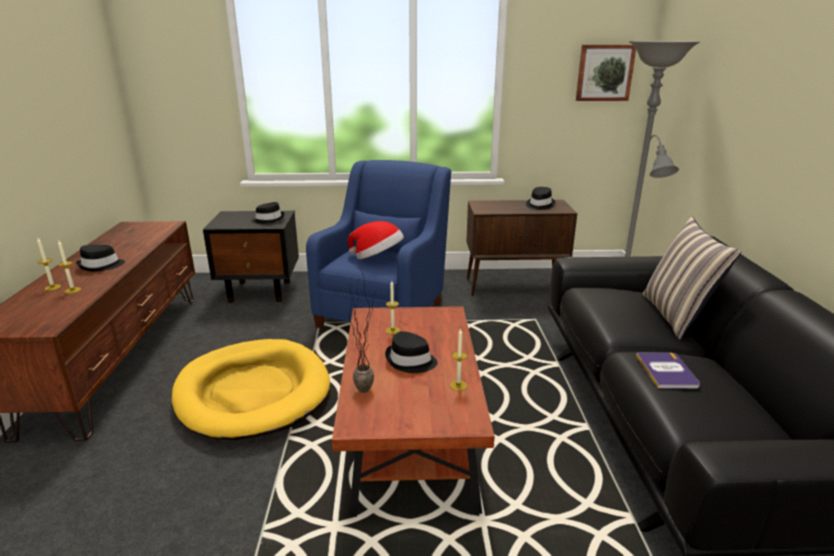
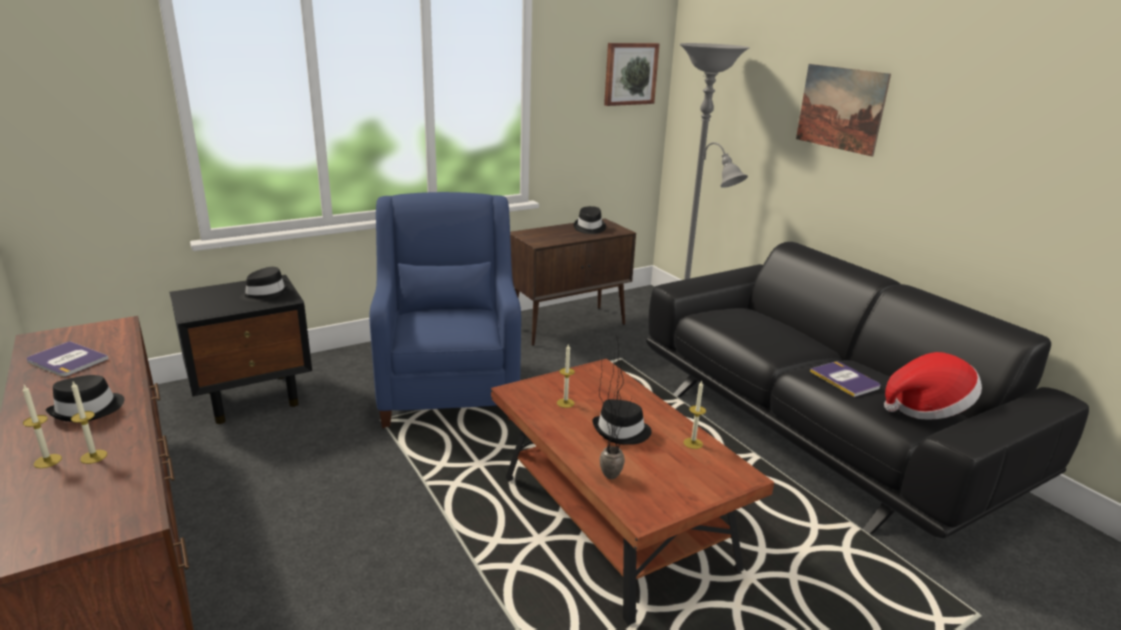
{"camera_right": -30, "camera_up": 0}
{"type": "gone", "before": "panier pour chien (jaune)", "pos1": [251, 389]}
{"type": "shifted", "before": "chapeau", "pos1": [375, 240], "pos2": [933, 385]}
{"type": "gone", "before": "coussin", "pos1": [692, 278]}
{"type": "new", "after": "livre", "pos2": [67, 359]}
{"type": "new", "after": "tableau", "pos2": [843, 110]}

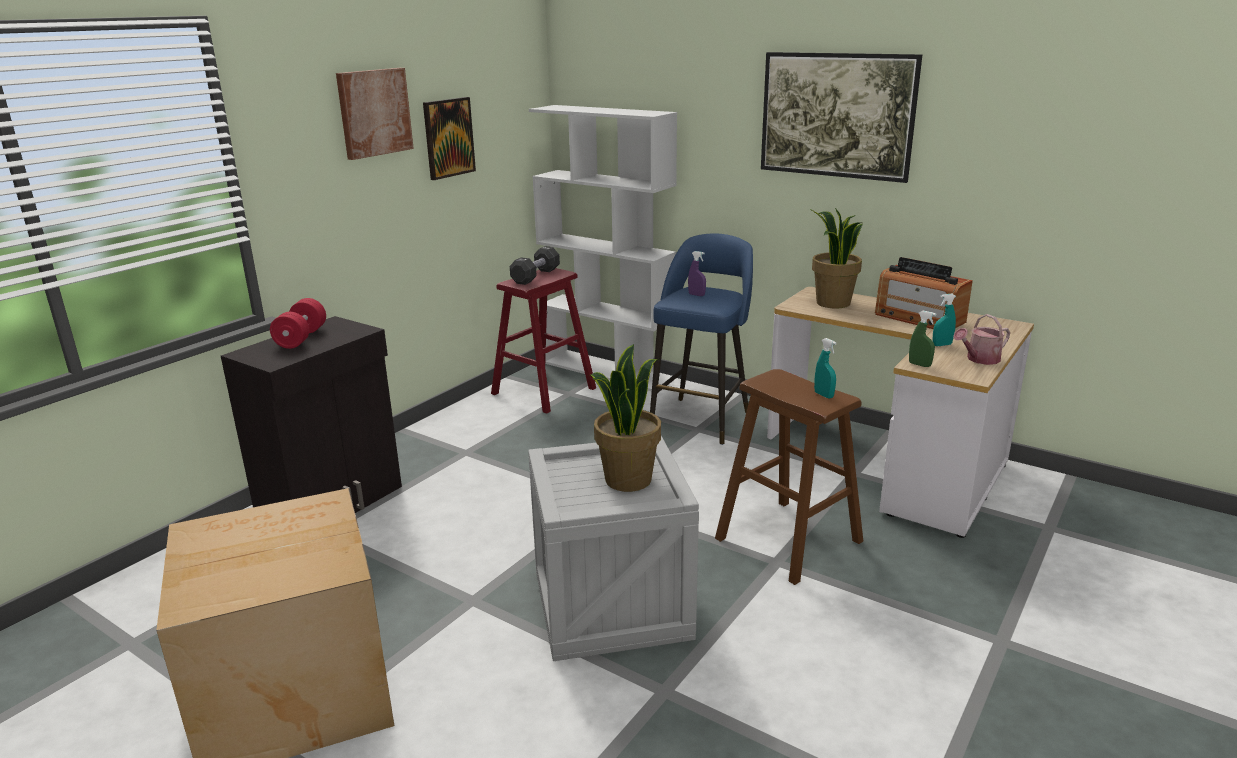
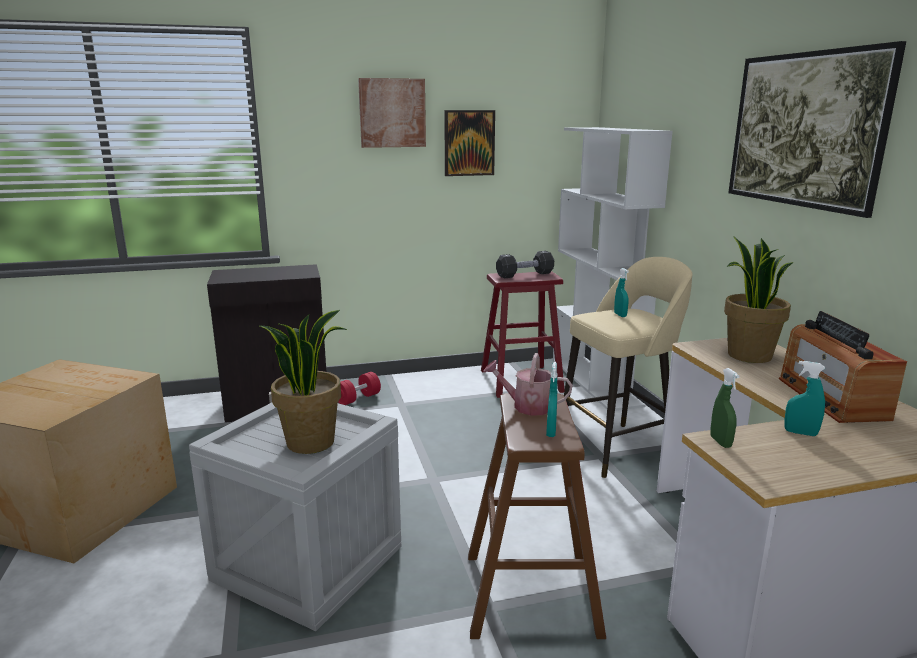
{"camera_right": 40, "camera_up": -5}
{"type": "shifted", "before": "haltère (rouge)", "pos1": [298, 323], "pos2": [359, 388]}
{"type": "repainted", "before": "tabouret (bleu)", "after": "tabouret (beige)", "pos1": [701, 339], "pos2": [628, 367]}
{"type": "repainted", "before": "vaporisateur (violet)", "after": "vaporisateur (turquoise)", "pos1": [697, 273], "pos2": [621, 292]}
{"type": "shifted", "before": "arrosoir", "pos1": [981, 339], "pos2": [528, 384]}

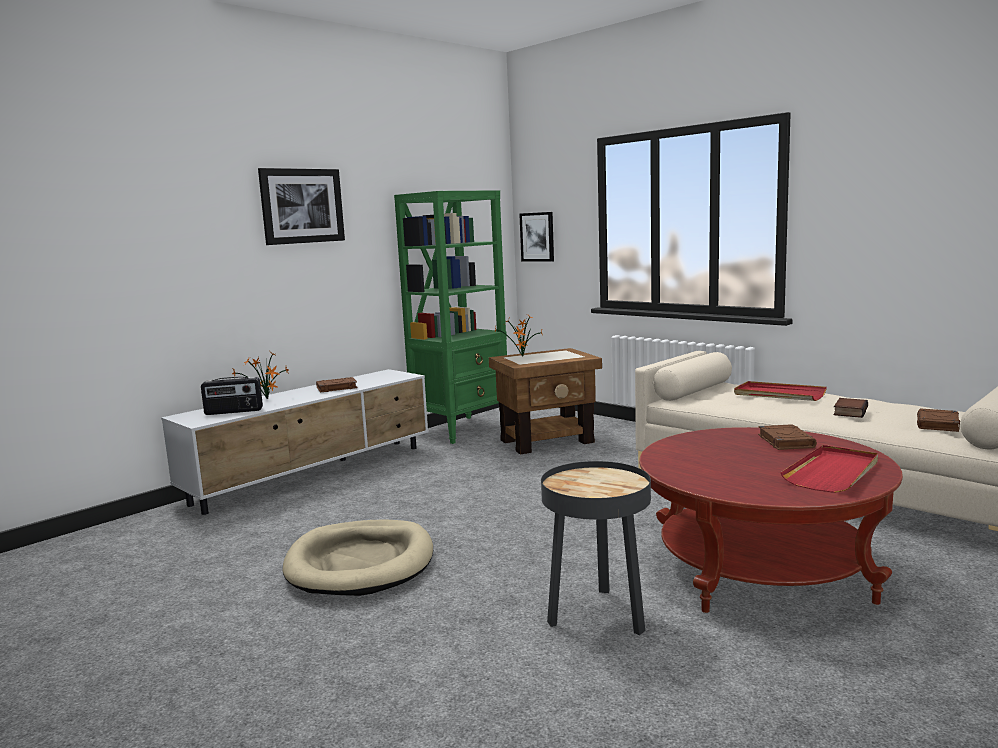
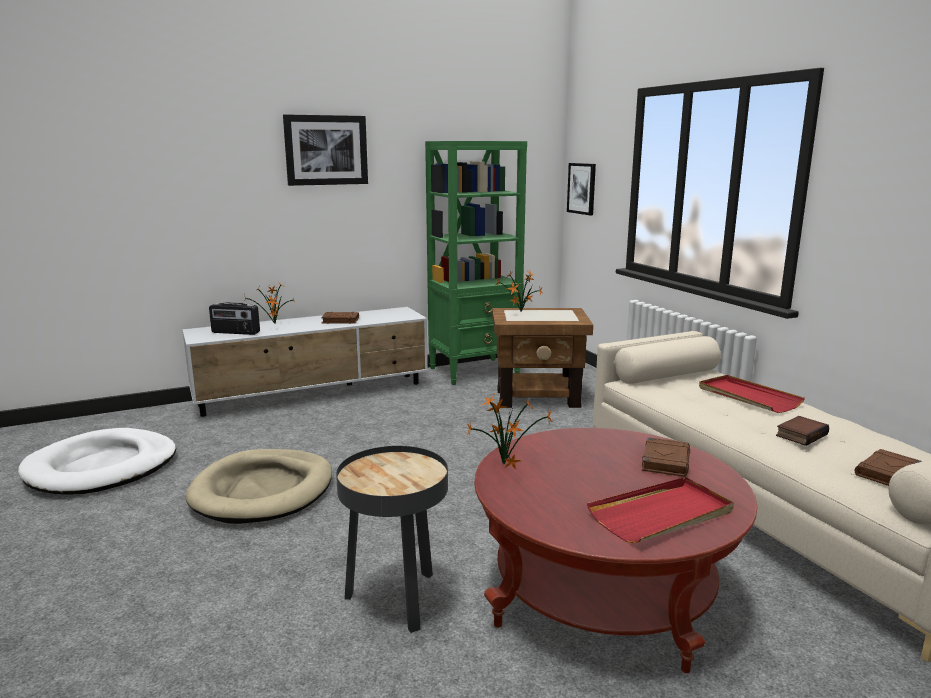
{"camera_right": 20, "camera_up": 5}
{"type": "new", "after": "panier pour chien (blanc)", "pos2": [97, 461]}
{"type": "new", "after": "plante en pot", "pos2": [509, 432]}

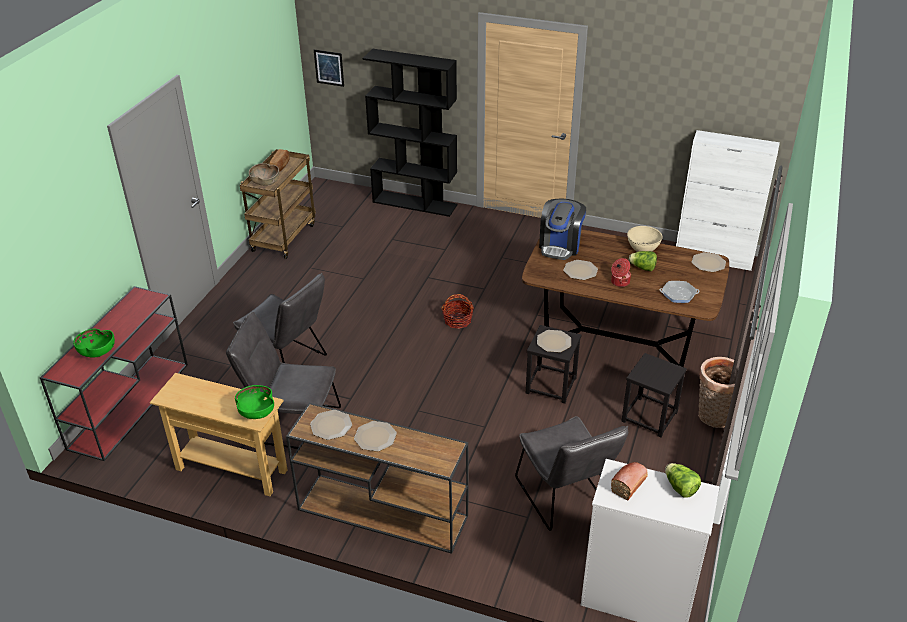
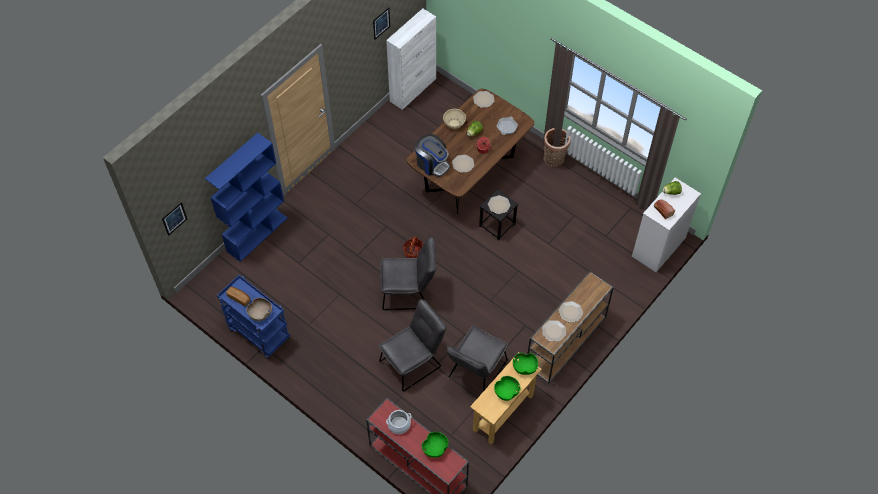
{"camera_right": -70, "camera_up": 20}
{"type": "repainted", "before": "chariot (marron)", "after": "chariot (bleu)", "pos1": [278, 204], "pos2": [253, 317]}
{"type": "repainted", "before": "bibliothèque (noir)", "after": "bibliothèque (bleu)", "pos1": [410, 133], "pos2": [246, 197]}
{"type": "shifted", "before": "chaise (gris)", "pos1": [571, 473], "pos2": [408, 273]}
{"type": "gone", "before": "tabouret (noir)", "pos1": [654, 395]}
{"type": "new", "after": "tableau", "pos2": [381, 23]}
{"type": "new", "after": "marmite", "pos2": [399, 422]}
{"type": "new", "after": "bol (vert)", "pos2": [507, 388]}

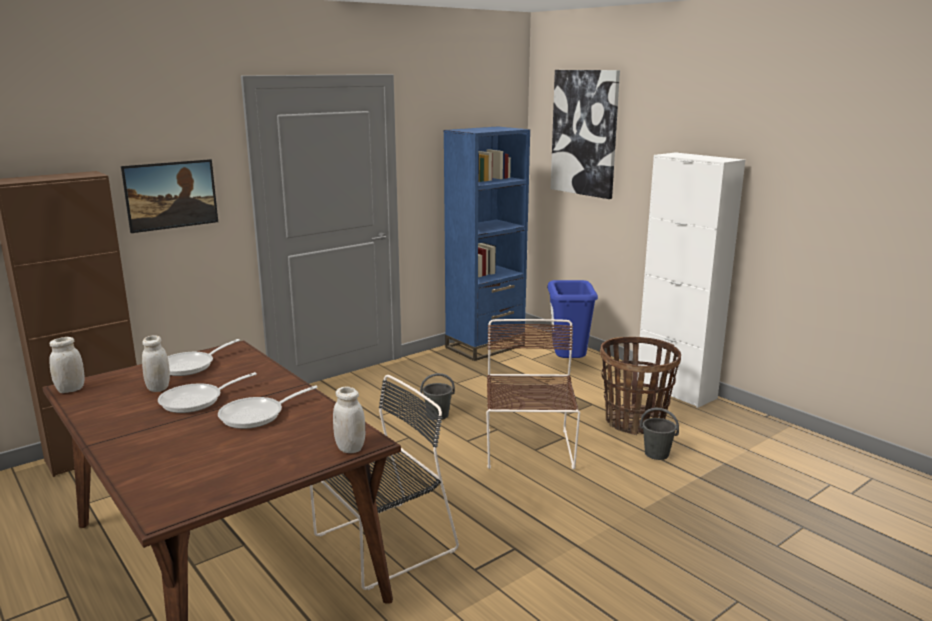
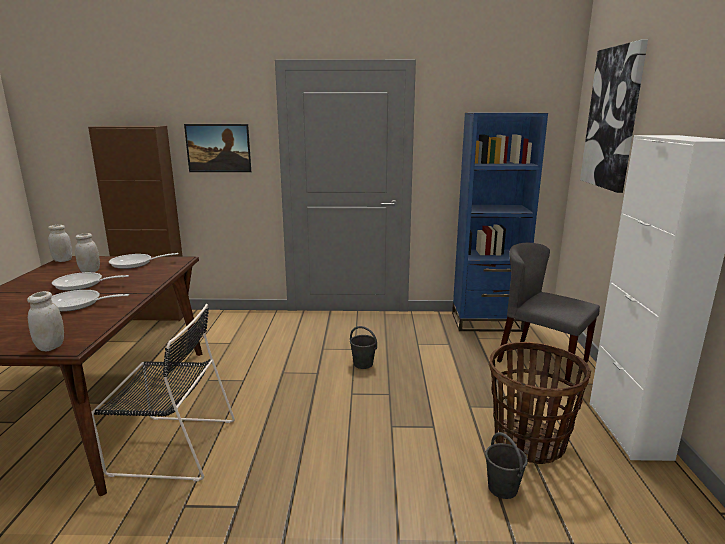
{"camera_right": 40, "camera_up": 0}
{"type": "gone", "before": "chaise (marron)", "pos1": [533, 394]}
{"type": "swapped", "before": "poubelle (bleu)", "after": "chaise (gris)", "pos1": [572, 319], "pos2": [548, 313]}

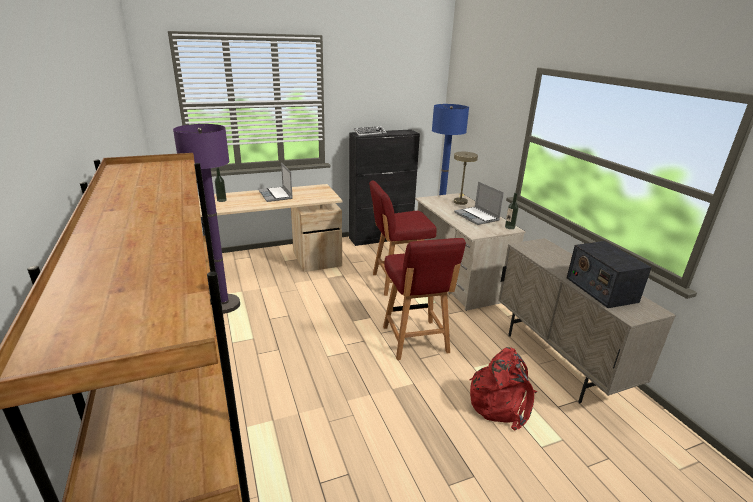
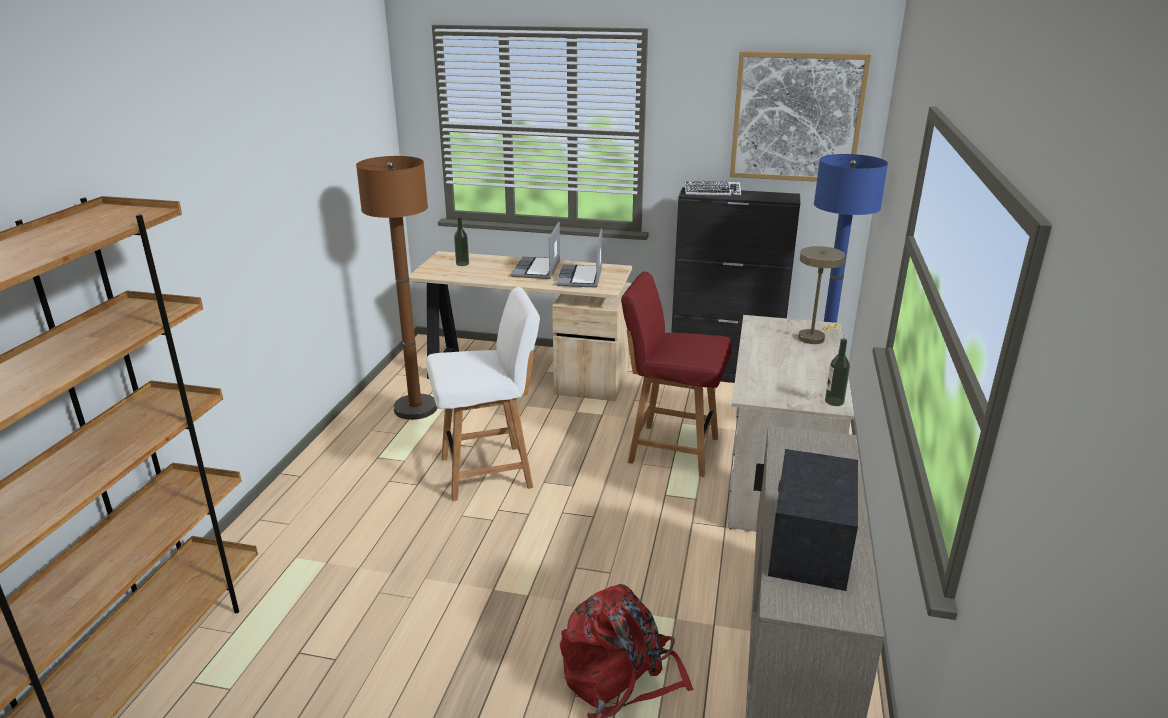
{"camera_right": 35, "camera_up": 0}
{"type": "repainted", "before": "lampadaire (violet)", "after": "lampadaire (marron)", "pos1": [206, 219], "pos2": [396, 288]}
{"type": "gone", "before": "chaise (rouge)", "pos1": [424, 299]}
{"type": "shifted", "before": "ordinateur portable", "pos1": [479, 203], "pos2": [579, 258]}
{"type": "new", "after": "chaise (blanc)", "pos2": [483, 394]}
{"type": "new", "after": "tableau", "pos2": [800, 116]}

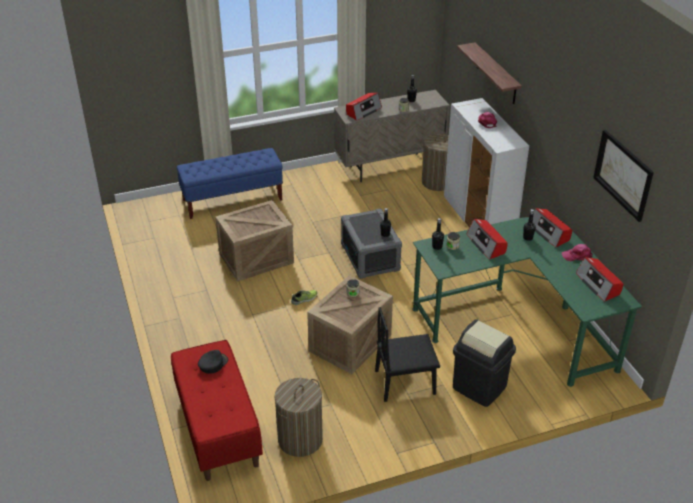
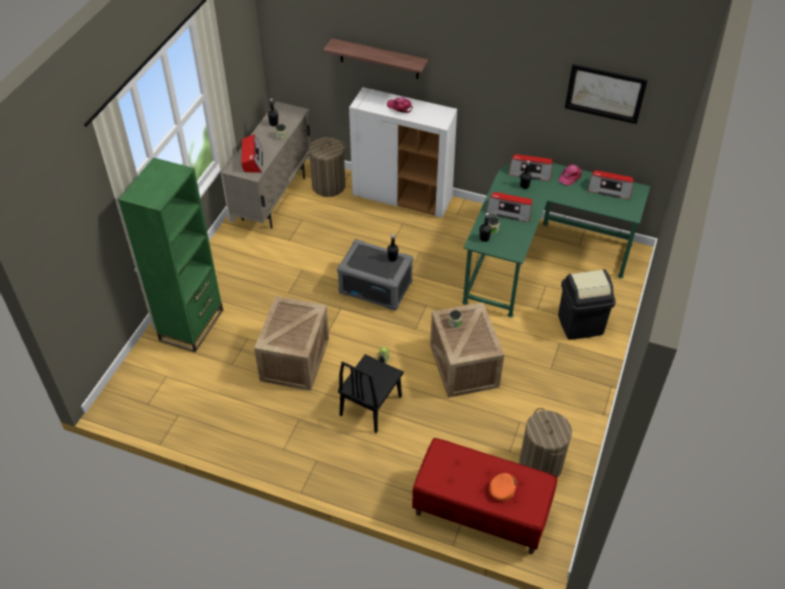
{"camera_right": -50, "camera_up": 10}
{"type": "swapped", "before": "banc (bleu)", "after": "bibliothèque (vert)", "pos1": [230, 183], "pos2": [170, 255]}
{"type": "gone", "before": "casquette (noir)", "pos1": [213, 362]}
{"type": "shifted", "before": "chaise (noir)", "pos1": [407, 354], "pos2": [371, 393]}
{"type": "new", "after": "casquette (orange)", "pos2": [503, 487]}

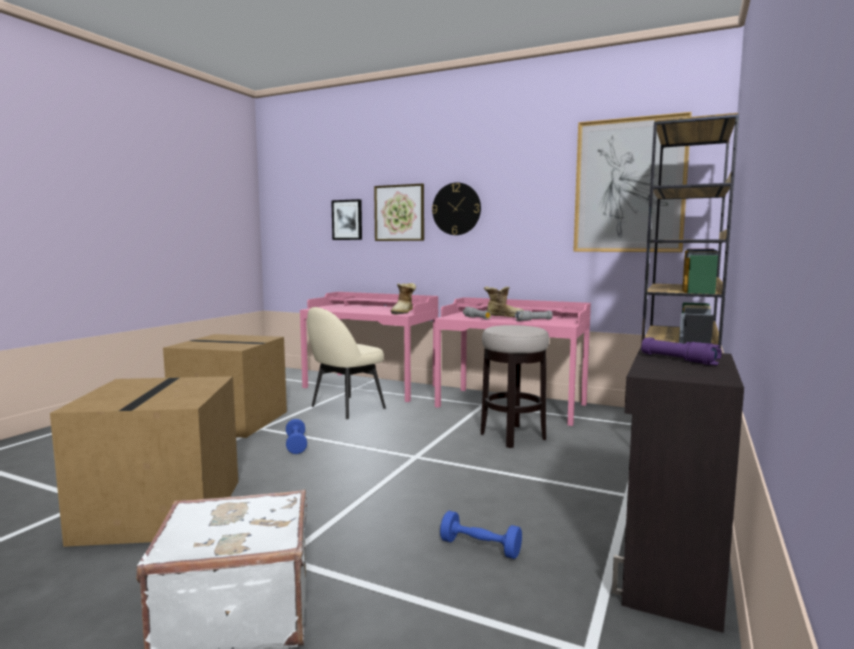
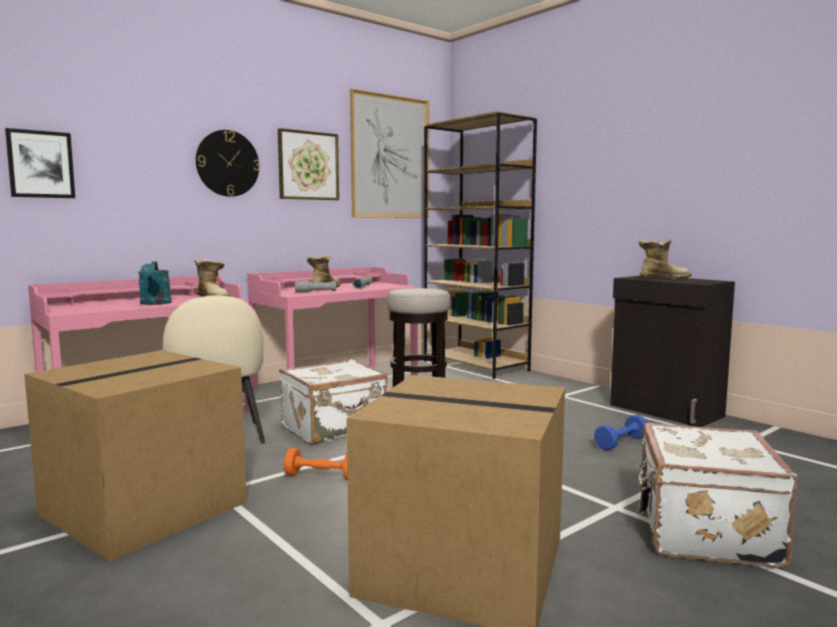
{"camera_right": -65, "camera_up": 0}
{"type": "repainted", "before": "haltère (bleu)", "after": "haltère (orange)", "pos1": [296, 436], "pos2": [315, 464]}
{"type": "shifted", "before": "tableau", "pos1": [399, 212], "pos2": [308, 164]}
{"type": "swapped", "before": "lampe de poche (violet)", "after": "botte", "pos1": [681, 351], "pos2": [665, 259]}
{"type": "new", "after": "arrosoir (turquoise)", "pos2": [155, 283]}
{"type": "new", "after": "valise (blanc)", "pos2": [333, 402]}

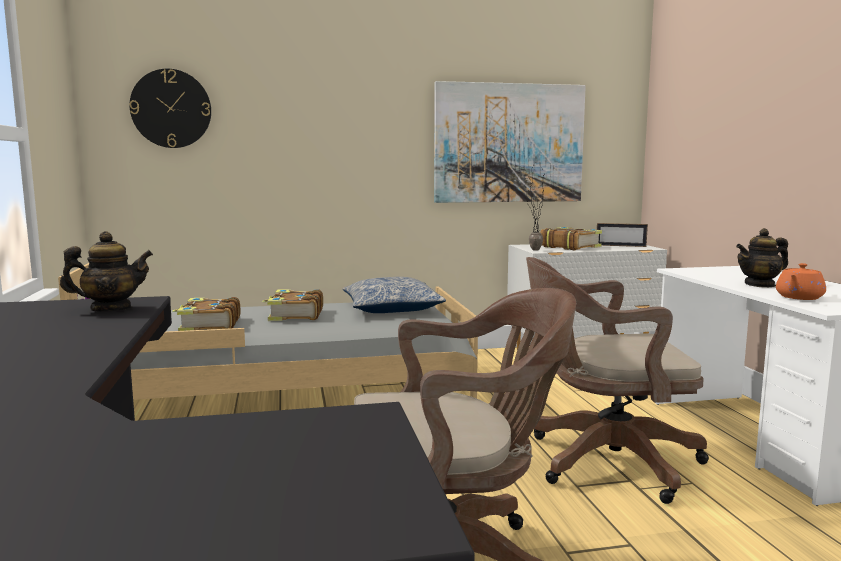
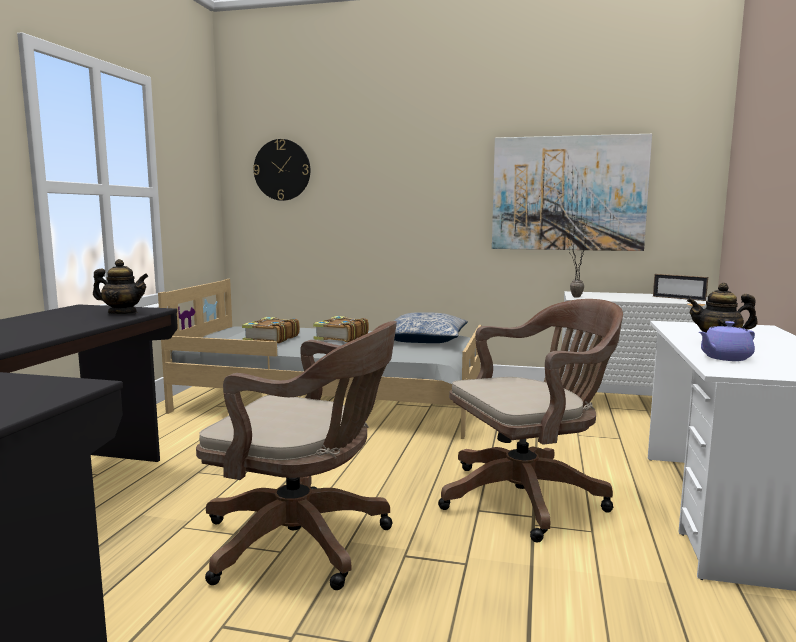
{"camera_right": 25, "camera_up": 0}
{"type": "rotated", "before": "chaise de bureau (marron)", "pos1": [617, 380], "pos2": [530, 420], "turn": 135}
{"type": "gone", "before": "livre", "pos1": [571, 238]}
{"type": "repainted", "before": "théière (orange)", "after": "théière (violet)", "pos1": [801, 281], "pos2": [727, 341]}

